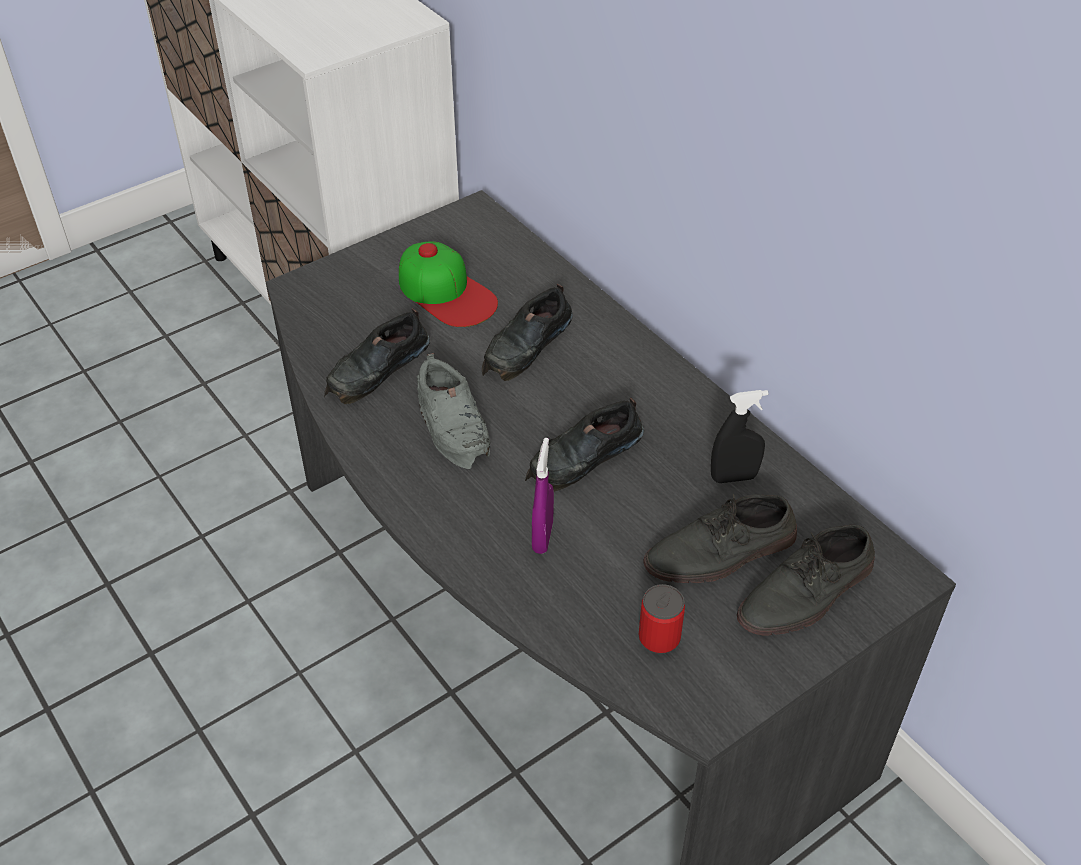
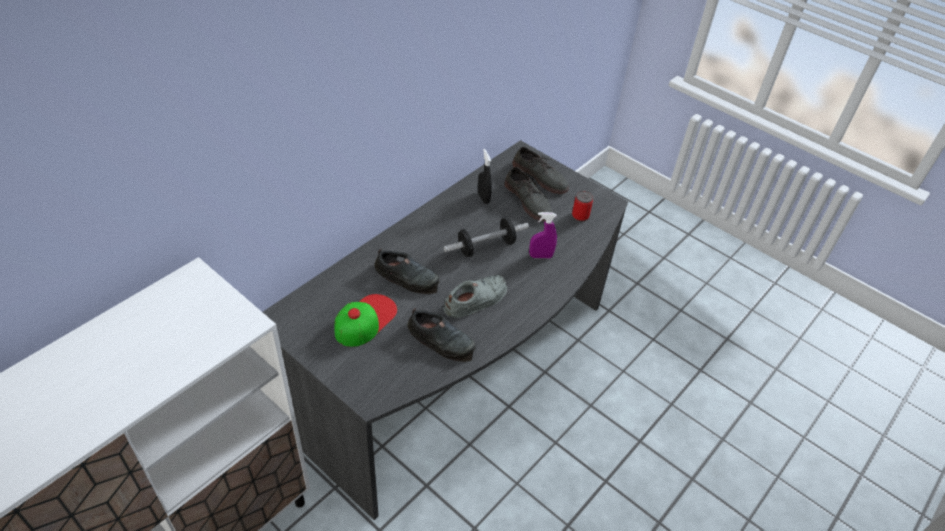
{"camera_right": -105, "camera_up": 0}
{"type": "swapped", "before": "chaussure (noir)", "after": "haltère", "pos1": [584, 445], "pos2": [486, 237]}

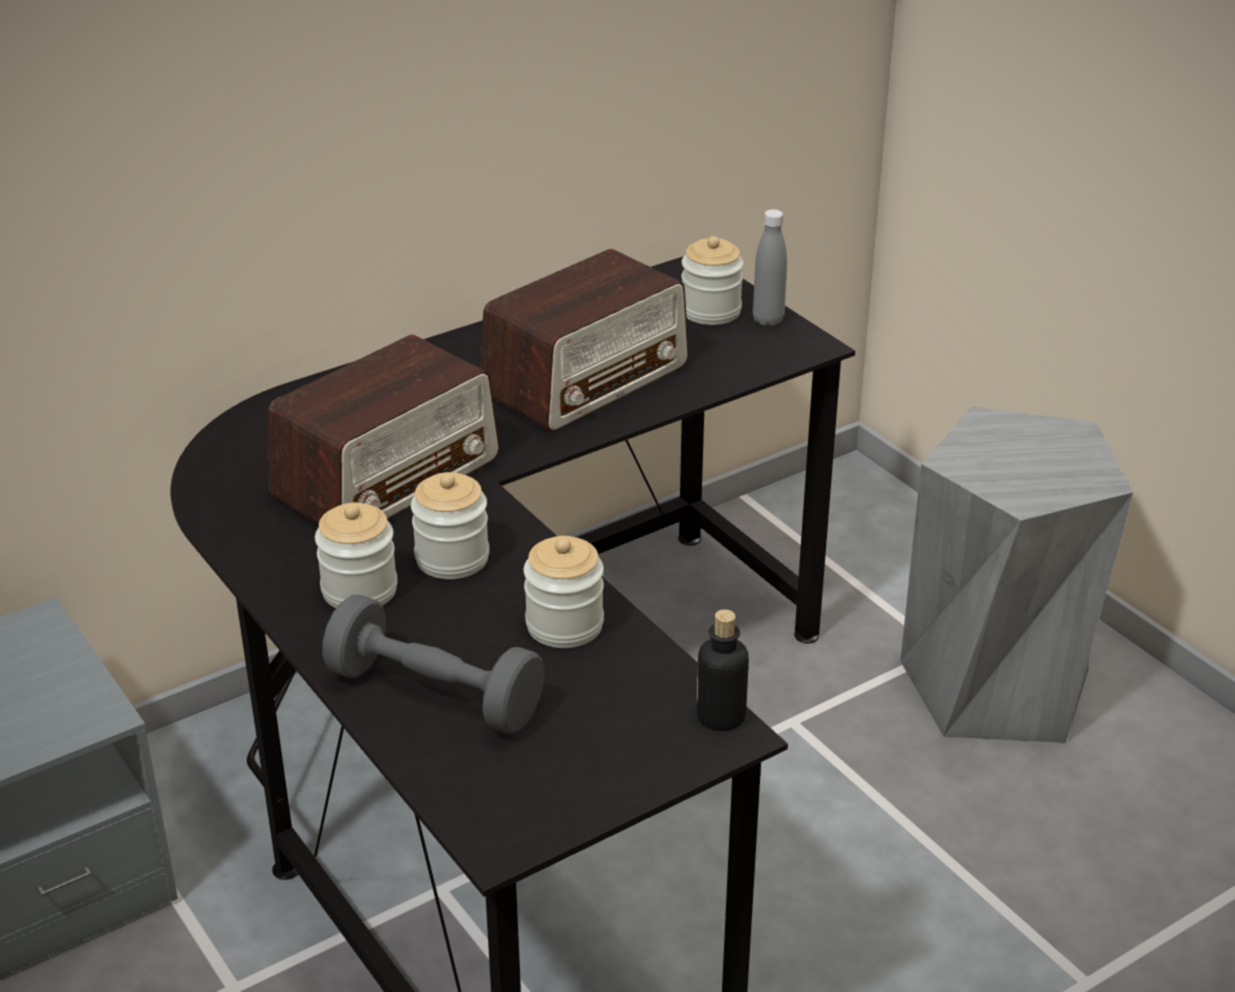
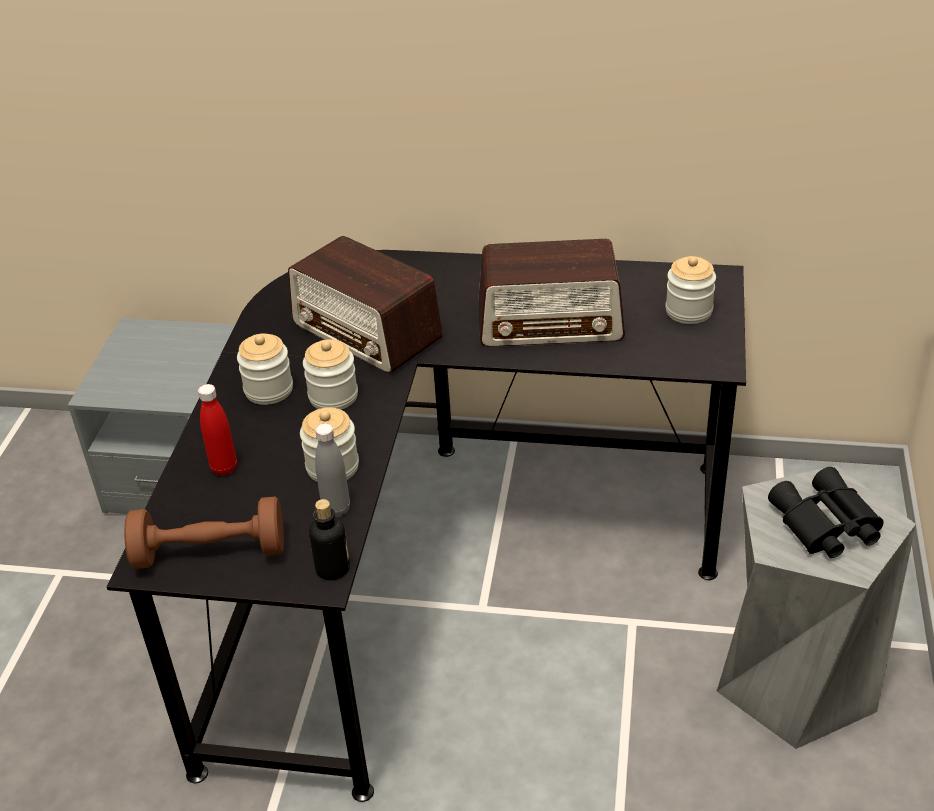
{"camera_right": 45, "camera_up": 5}
{"type": "rotated", "before": "radio", "pos1": [384, 429], "pos2": [365, 305], "turn": 45}
{"type": "swapped", "before": "haltère (gris)", "after": "bouteille (rouge)", "pos1": [433, 664], "pos2": [217, 430]}
{"type": "shifted", "before": "bouteille (gris)", "pos1": [770, 267], "pos2": [332, 470]}
{"type": "new", "after": "haltère (marron)", "pos2": [204, 532]}
{"type": "new", "after": "jumelles (noir)", "pos2": [826, 512]}

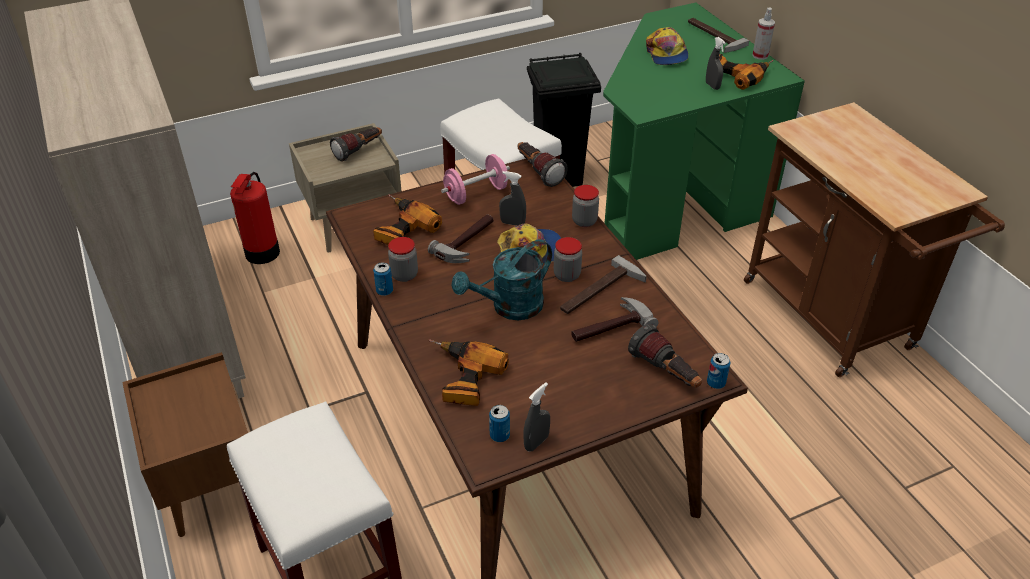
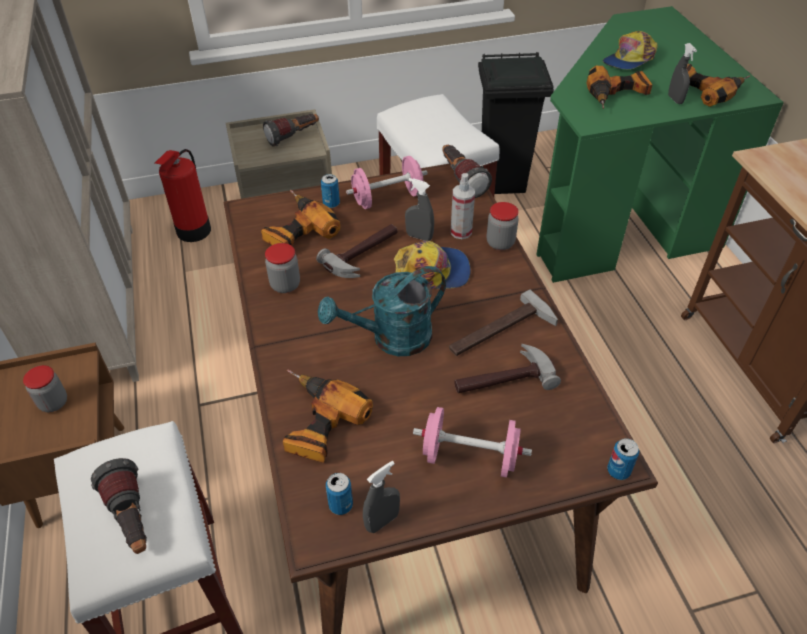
{"camera_right": 10, "camera_up": 5}
{"type": "shifted", "before": "boîte métallique", "pos1": [383, 279], "pos2": [330, 191]}
{"type": "shifted", "before": "bocal", "pos1": [568, 259], "pos2": [45, 388]}
{"type": "shifted", "before": "lampe de poche", "pos1": [665, 356], "pos2": [119, 506]}
{"type": "rotated", "before": "casquette", "pos1": [667, 46], "pos2": [630, 50], "turn": 45}
{"type": "gone", "before": "marteau", "pos1": [718, 35]}
{"type": "shifted", "before": "vaporisateur", "pos1": [763, 34], "pos2": [463, 206]}
{"type": "new", "after": "haltère (rose)", "pos2": [472, 442]}
{"type": "new", "after": "perceuse", "pos2": [619, 87]}

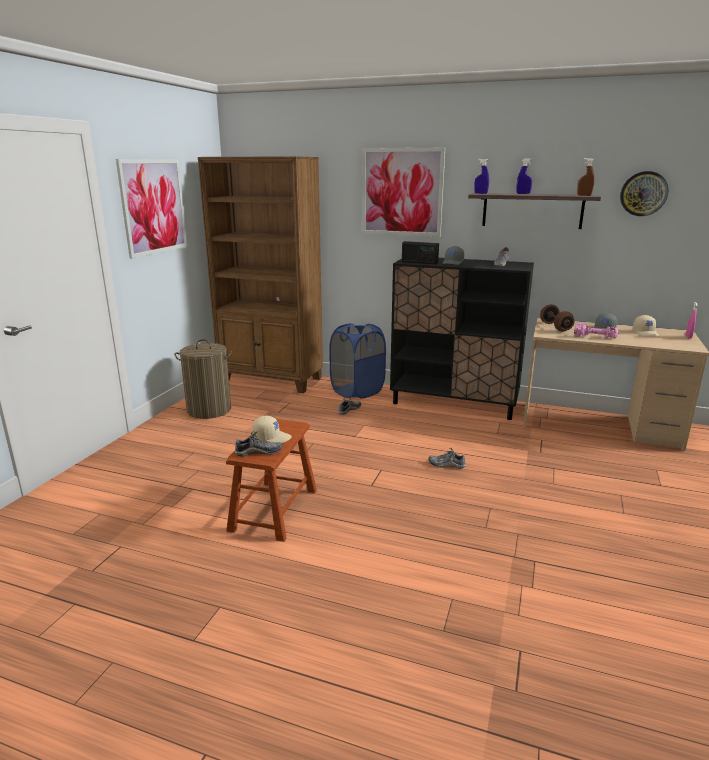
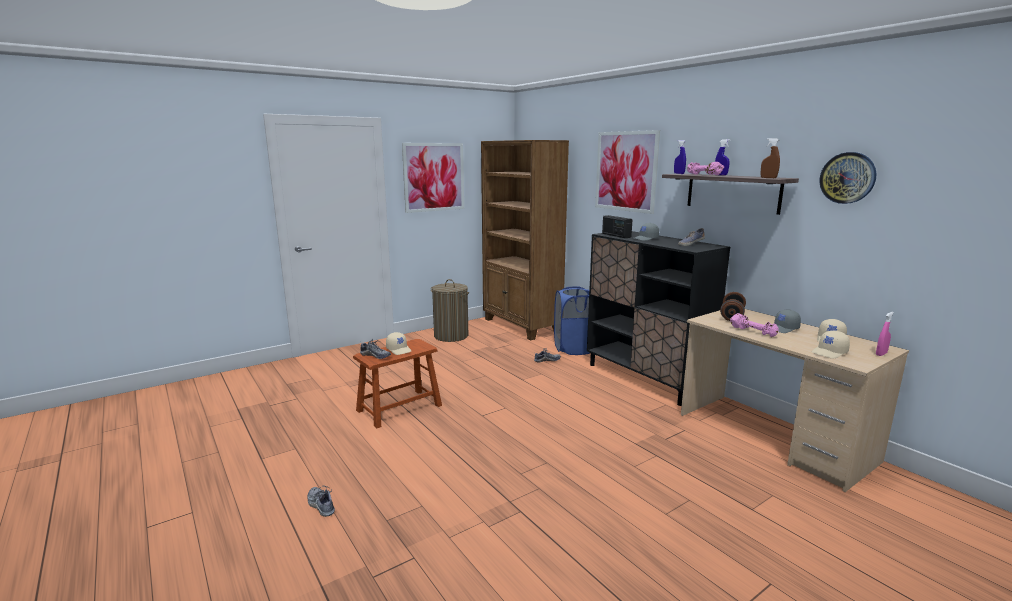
{"camera_right": 35, "camera_up": -5}
{"type": "shifted", "before": "chaussure", "pos1": [447, 458], "pos2": [321, 501]}
{"type": "new", "after": "haltère (rose)", "pos2": [705, 168]}
{"type": "new", "after": "casquette (beige)", "pos2": [831, 344]}

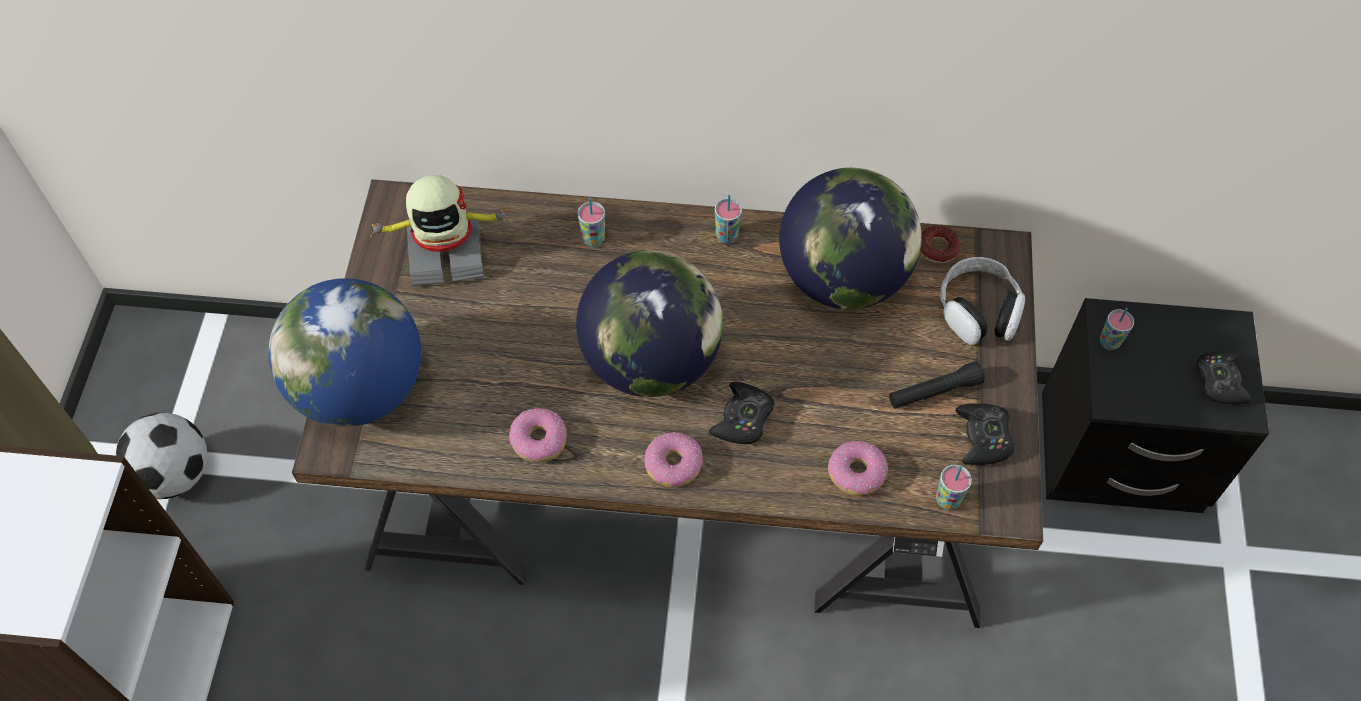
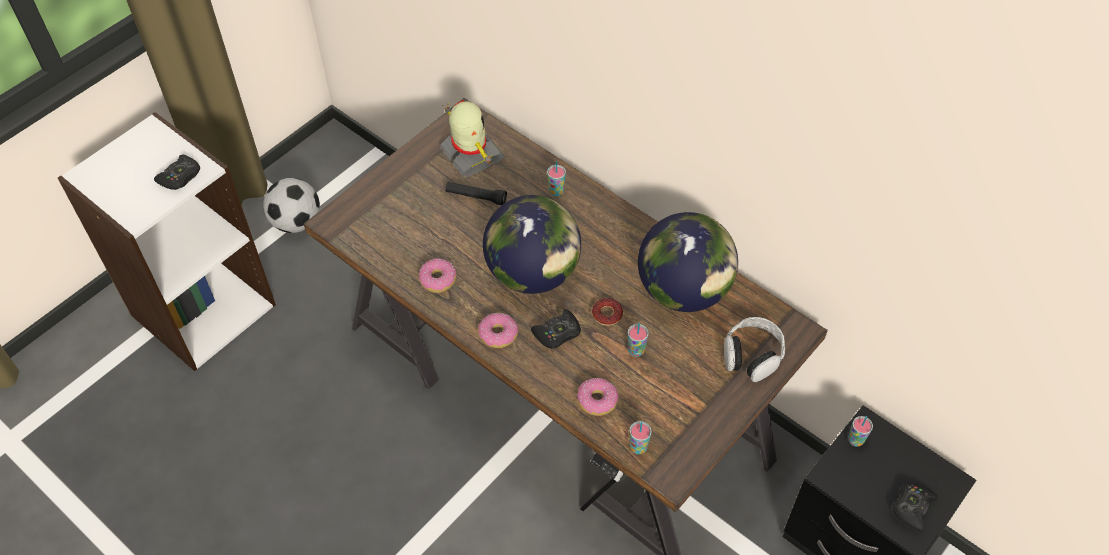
{"camera_right": 35, "camera_up": -5}
{"type": "gone", "before": "globe", "pos1": [345, 352]}
{"type": "rotated", "before": "robot jouet", "pos1": [439, 230], "pos2": [472, 139], "turn": -150}
{"type": "shifted", "before": "tasse", "pos1": [728, 218], "pos2": [638, 339]}
{"type": "shifted", "before": "lampe de poche (noir)", "pos1": [937, 385], "pos2": [476, 193]}
{"type": "shifted", "before": "beignet", "pos1": [940, 244], "pos2": [607, 312]}
{"type": "shifted", "before": "manette (noir)", "pos1": [984, 434], "pos2": [177, 172]}

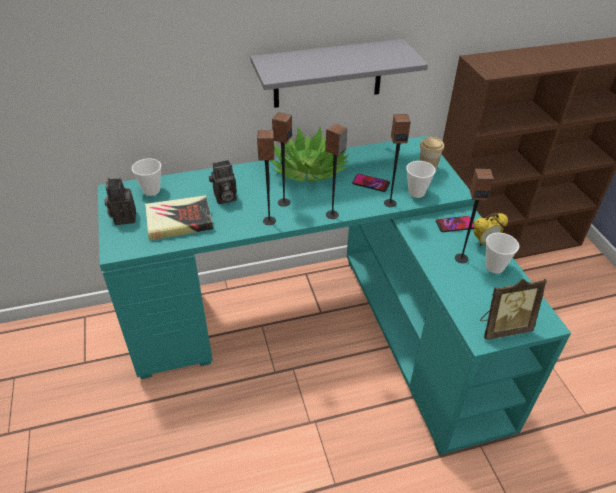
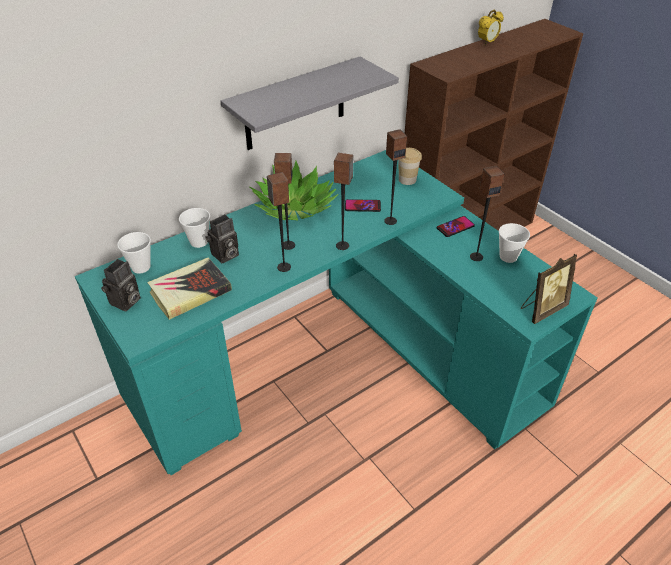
{"camera_right": -20, "camera_up": 0}
{"type": "rotated", "before": "appareil photo", "pos1": [120, 201], "pos2": [121, 285], "turn": -120}
{"type": "shifted", "before": "tasse", "pos1": [421, 179], "pos2": [194, 228]}
{"type": "shifted", "before": "réveil", "pos1": [490, 229], "pos2": [491, 27]}

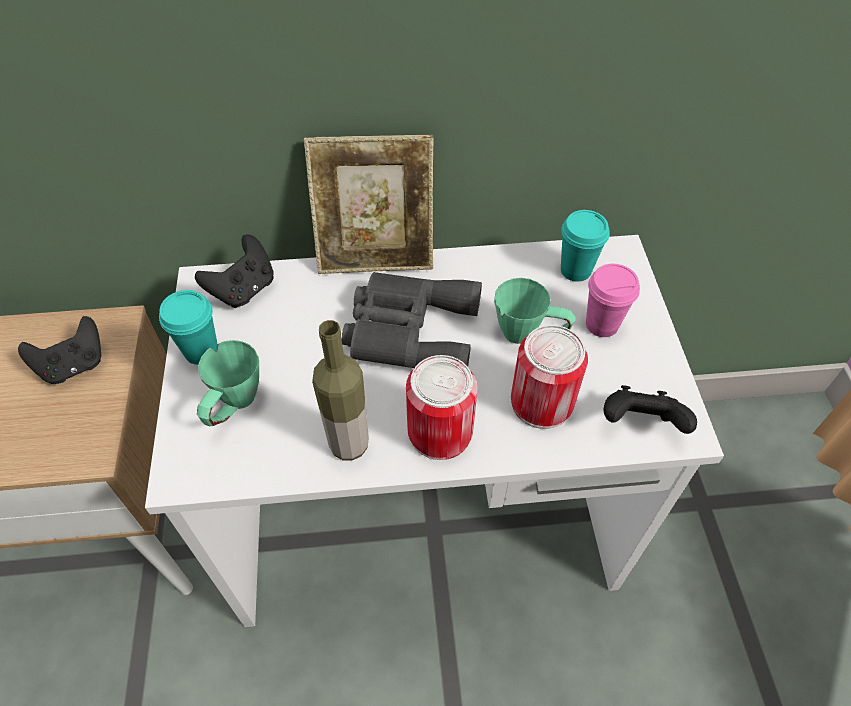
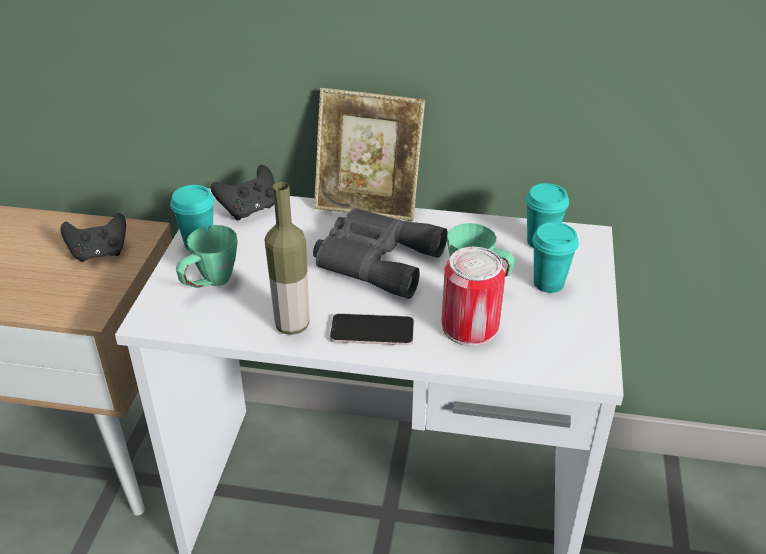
{"camera_right": 15, "camera_up": -15}
{"type": "swapped", "before": "boîte métallique", "after": "téléphone", "pos1": [442, 407], "pos2": [372, 329]}
{"type": "repainted", "before": "tasse (rose)", "after": "tasse (turquoise)", "pos1": [613, 300], "pos2": [555, 257]}
{"type": "gone", "before": "manette (noir)", "pos1": [650, 409]}

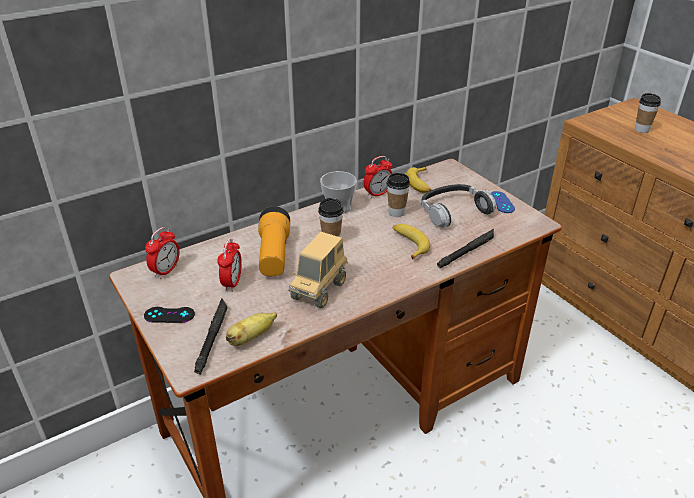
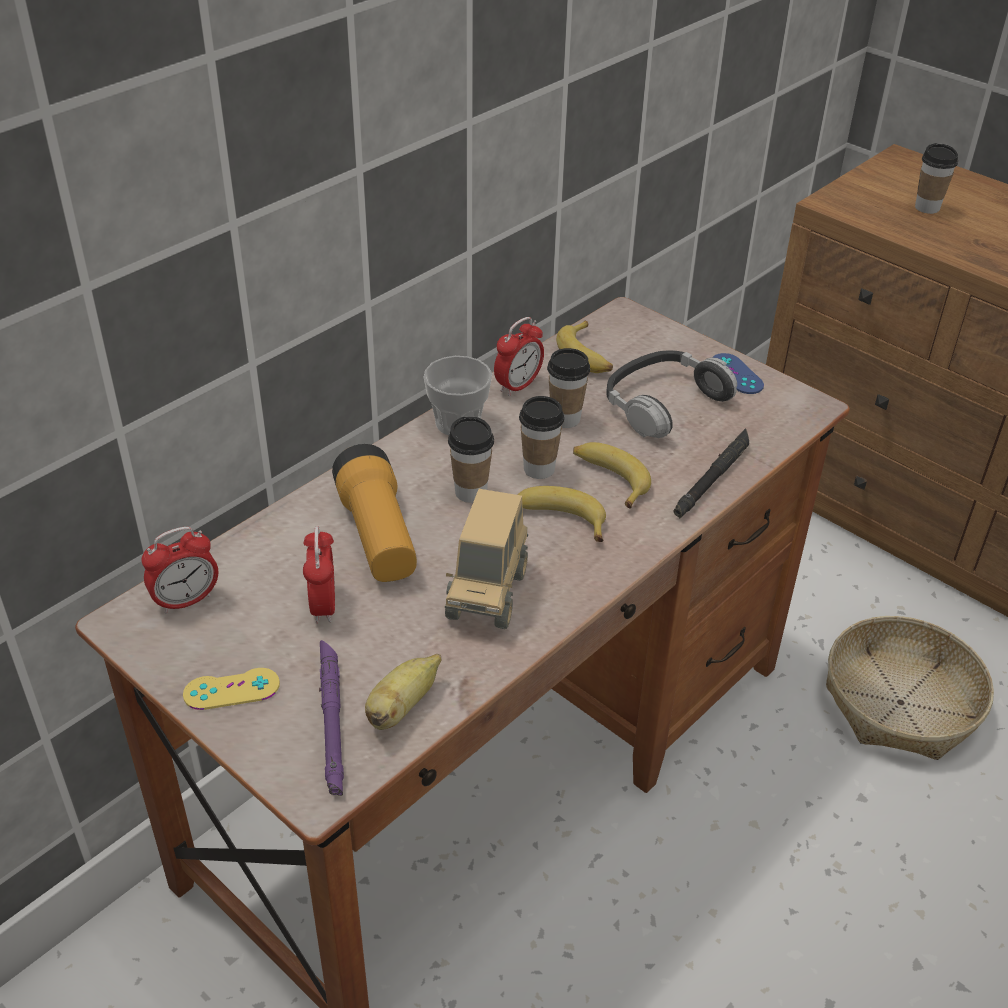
{"camera_right": -15, "camera_up": 5}
{"type": "repainted", "before": "manette (noir)", "after": "manette (jaune)", "pos1": [169, 315], "pos2": [231, 689]}
{"type": "rotated", "before": "réveil", "pos1": [162, 253], "pos2": [179, 570], "turn": 45}
{"type": "repainted", "before": "lampe de poche (noir)", "after": "lampe de poche (violet)", "pos1": [210, 336], "pos2": [331, 718]}
{"type": "new", "after": "banane", "pos2": [561, 514]}
{"type": "new", "after": "tasse", "pos2": [541, 437]}
{"type": "new", "after": "panier", "pos2": [910, 688]}

